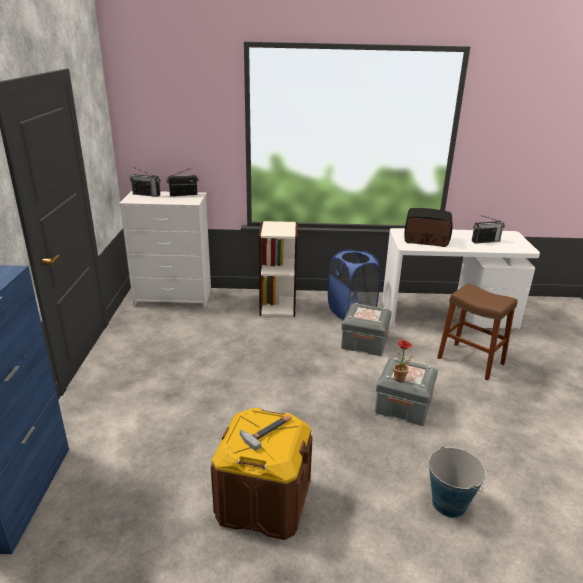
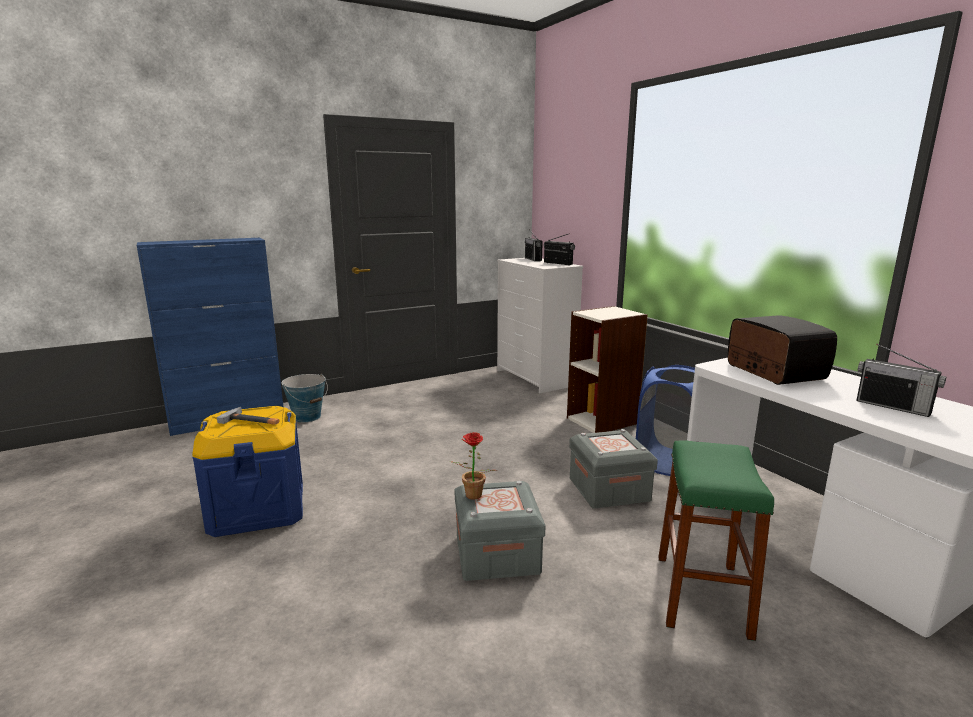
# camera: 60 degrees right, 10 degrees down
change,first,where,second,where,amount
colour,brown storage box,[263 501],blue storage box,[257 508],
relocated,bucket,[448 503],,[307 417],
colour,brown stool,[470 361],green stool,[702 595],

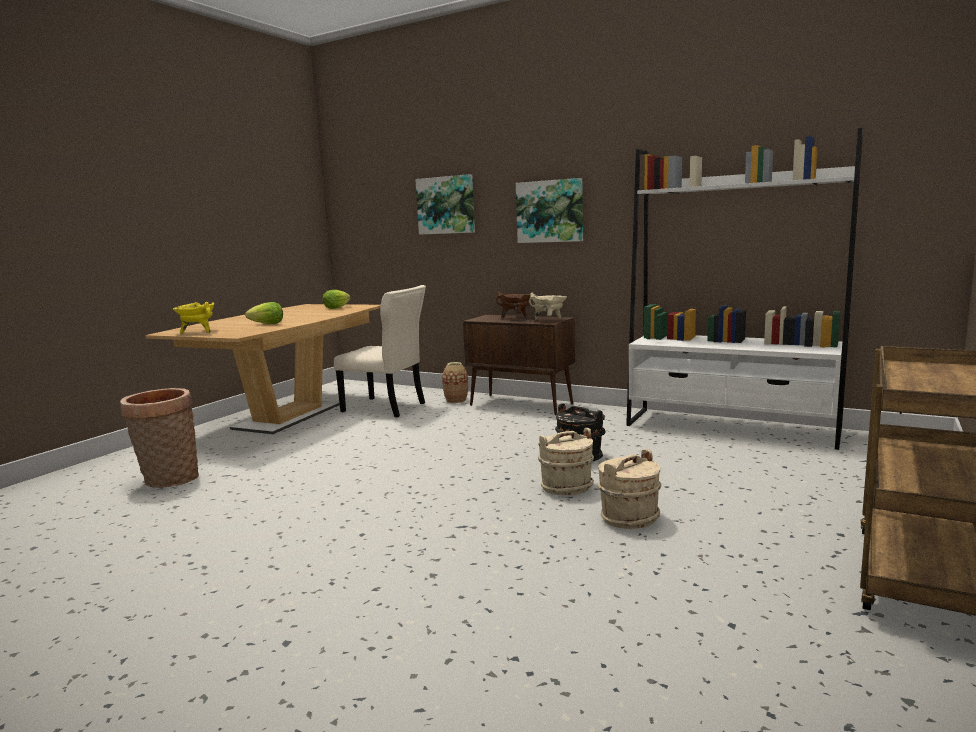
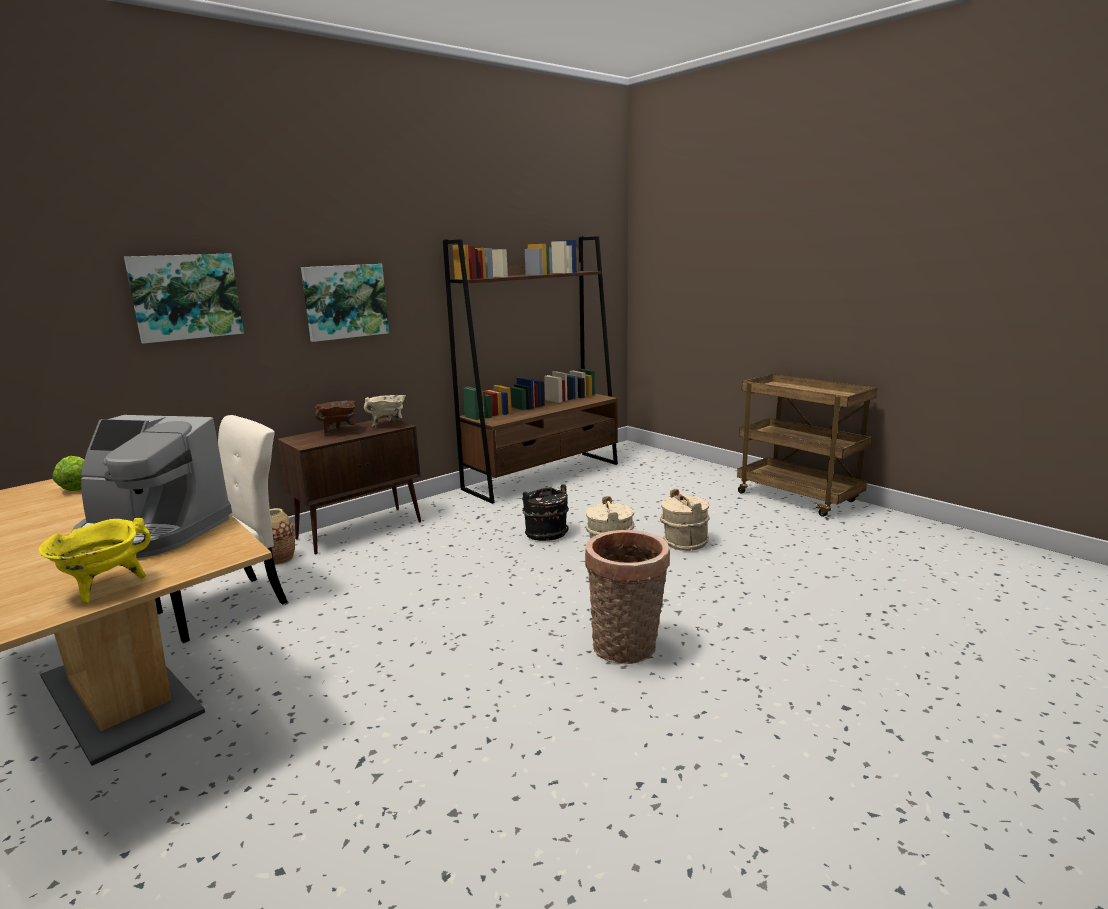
# camera: 70 degrees left, 5 degrees up
change,first,where,second,where,amount
exchanged,lettuce,[267 324],coffee machine,[152 533],
colour,white bookcase,[731 428],brown bookcase,[543 476],
relocated,basket,[168 480],,[627 649],

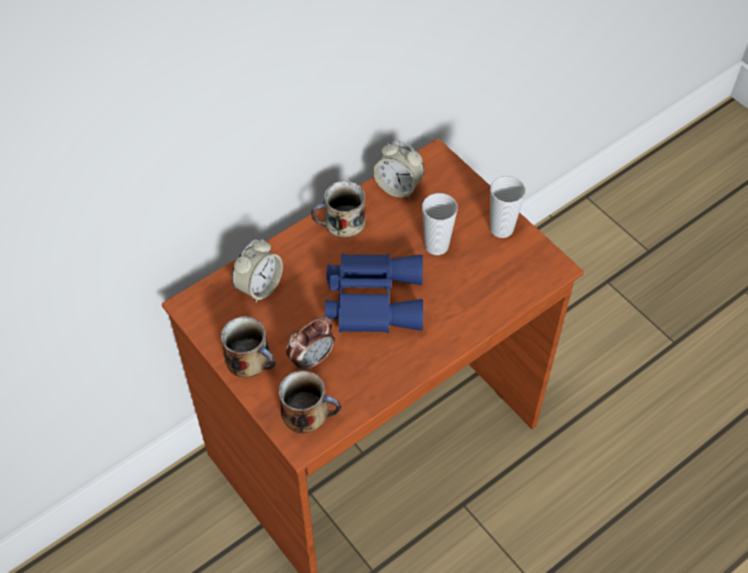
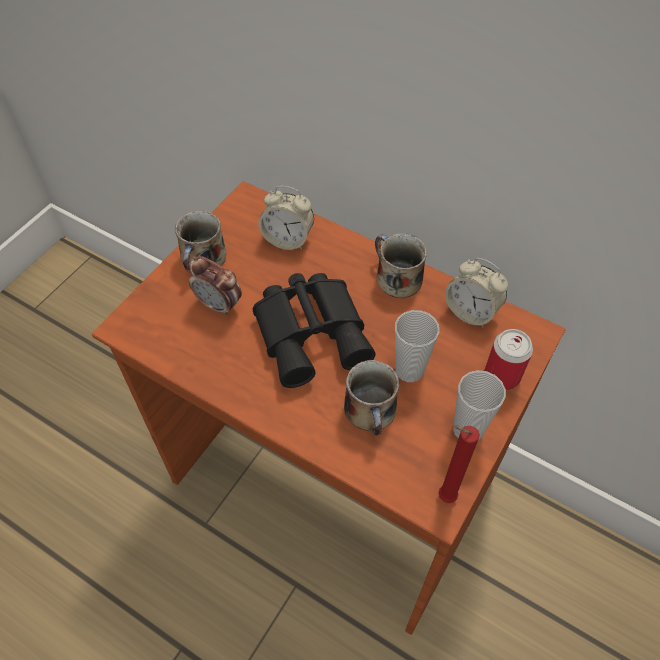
# camera: 70 degrees right, 0 degrees up
change,first,where,second,where,amount
colour,blue binoculars,[373 298],black binoculars,[313 332],
relocated,mug,[308 412],,[371 411],
appeared,,,red candle,[443 496],
spun,alarm clock,[398 187],,[471 311],60 degrees counterclockwise
appeared,,,can,[502 375],

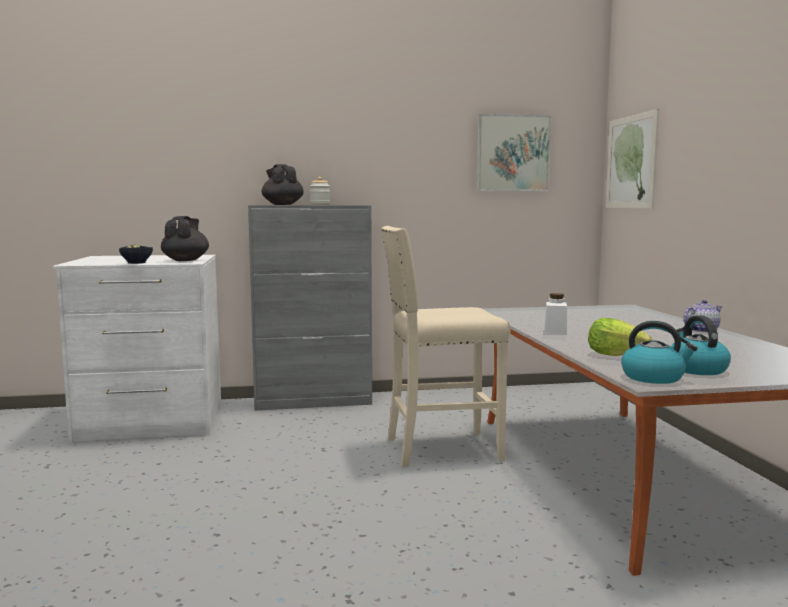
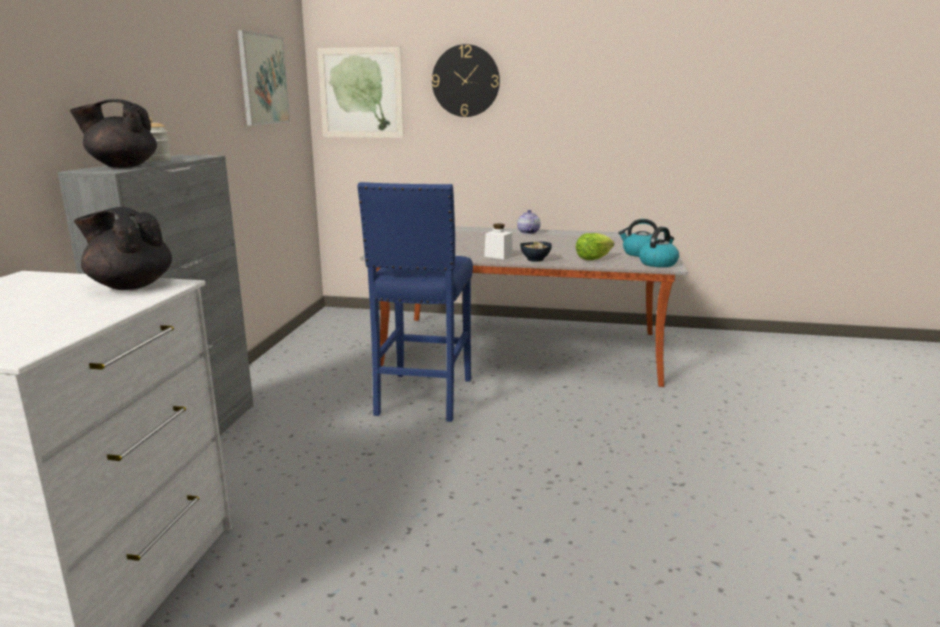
# camera: 70 degrees left, 10 degrees up
change,first,where,second,where,amount
colour,beige stool,[440 449],blue stool,[423 397],
appeared,,,wall clock,[465 81],
relocated,bowl,[136 263],,[536 260],

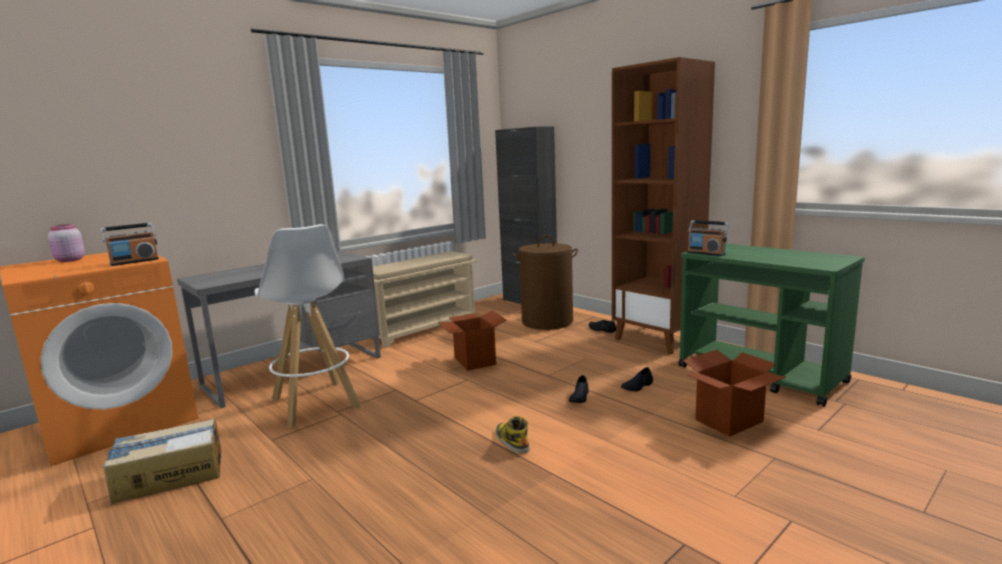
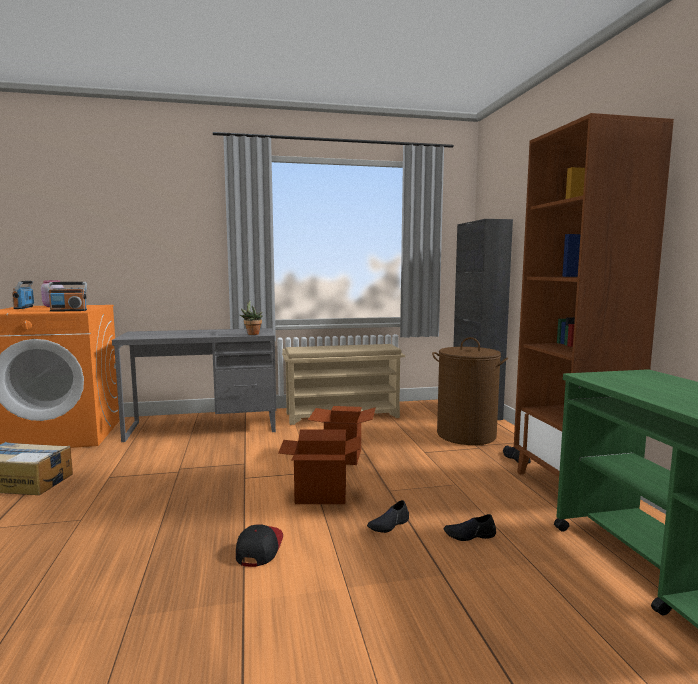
# camera: 30 degrees right, 5 degrees down
change,first,where,second,where,amount
relocated,radio,[706 253],,[24 308],
exchanged,boot,[511 441],cap,[259 548],
appeared,,,potted plant,[252 334],
relocated,cardboard box,[729 421],,[320 495],
missing,white stool,[315 403],,,

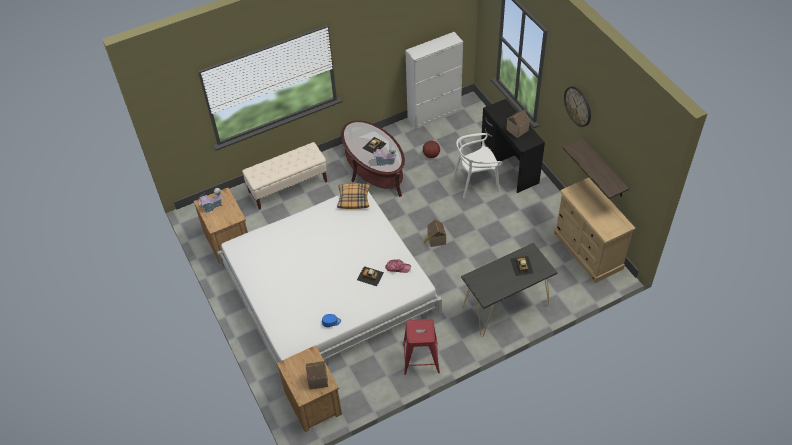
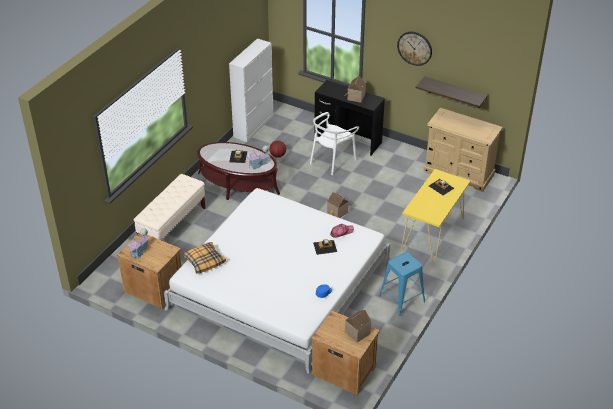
# camera: 35 degrees left, 10 degrees down
change,first,where,second,where,amount
relocated,pillow,[354 199],,[204 261],
colour,red stool,[421 358],blue stool,[401 298],
colour,black console table,[505 306],yellow console table,[432 234],

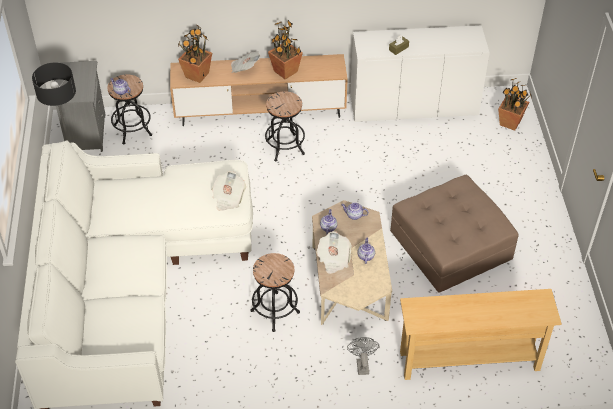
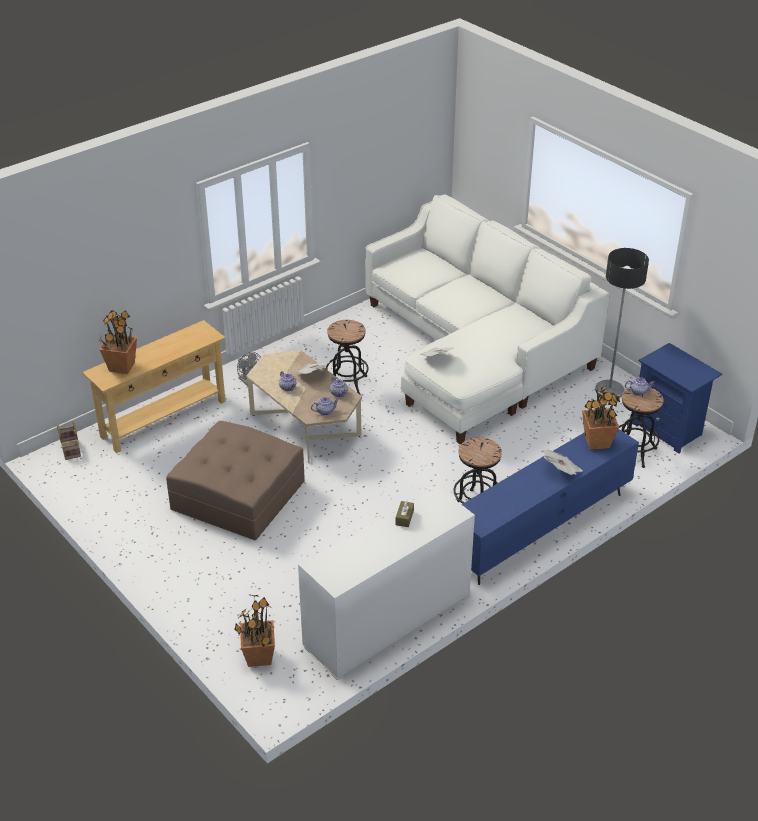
# camera: 145 degrees right, 10 degrees down
change,first,where,second,where,amount
appeared,,,basket,[70 449],
relocated,potted plant,[285 71],,[122 366],
colour,brown tv stand,[260 112],blue tv stand,[540 528],
colour,grey nightstand,[85 133],blue nightstand,[669 430],

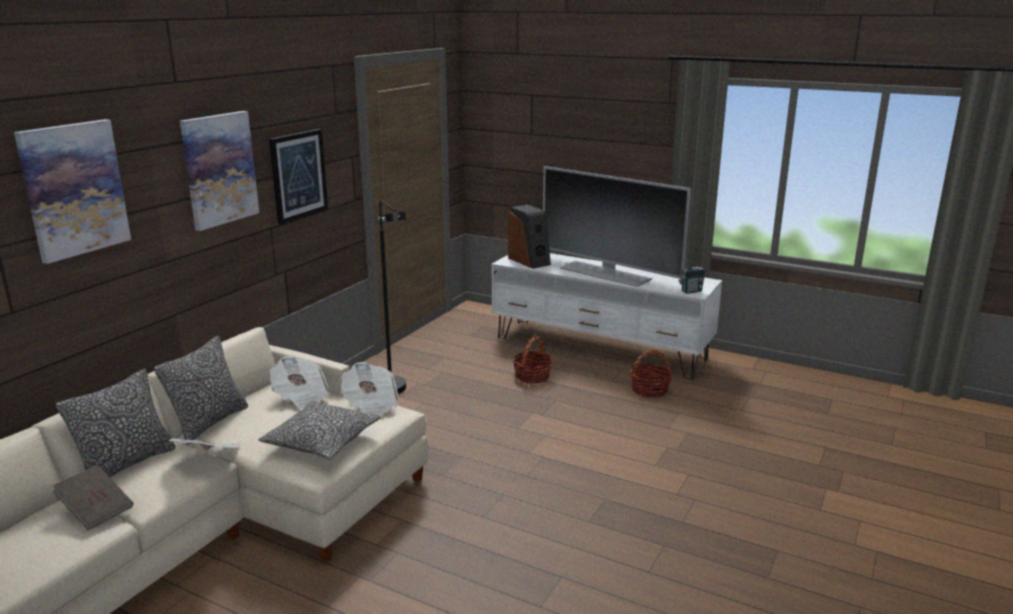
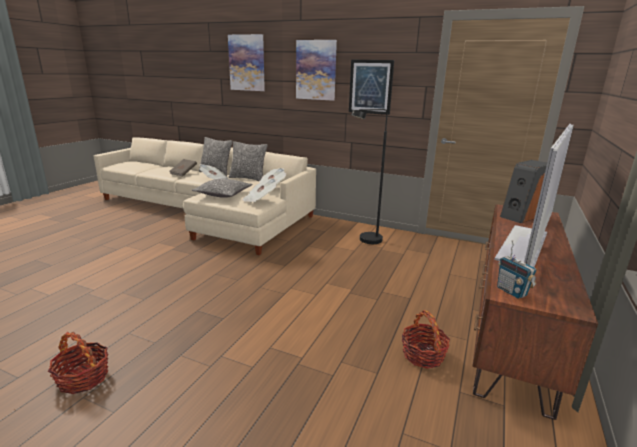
# camera: 85 degrees right, 0 degrees up
change,first,where,second,where,amount
relocated,basket,[532 376],,[83 378],
colour,white tv stand,[600 348],brown tv stand,[511 326],

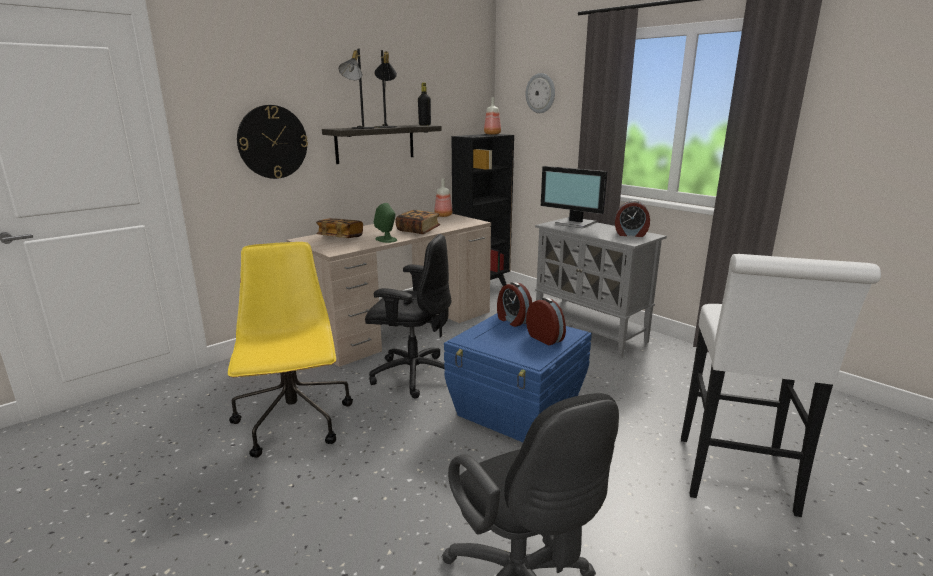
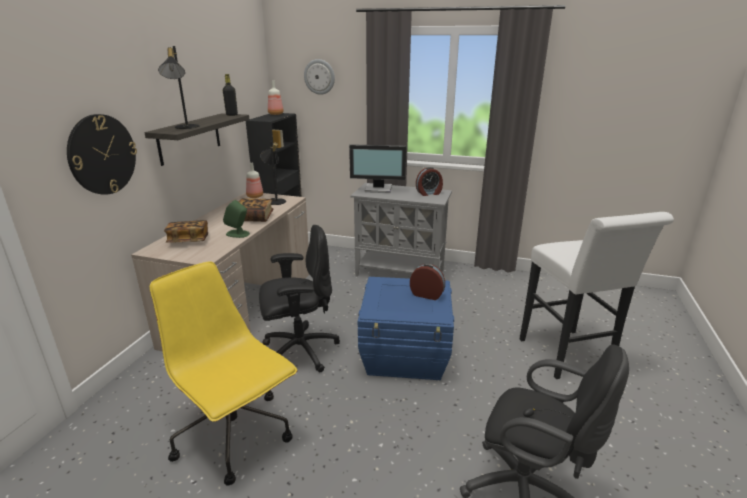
# camera: 30 degrees left, 5 degrees up
change,first,where,second,where,amount
relocated,black table lamp,[386 126],,[275 200],
missing,alarm clock,[512 320],,,

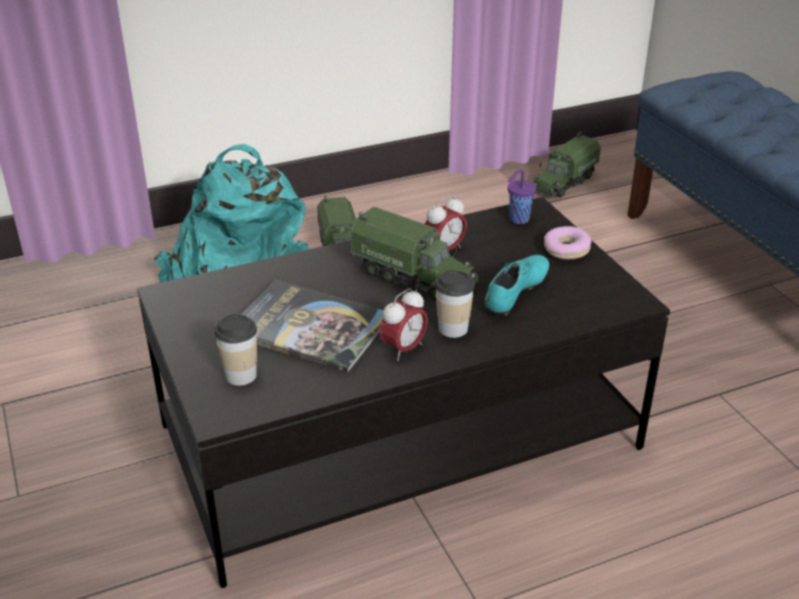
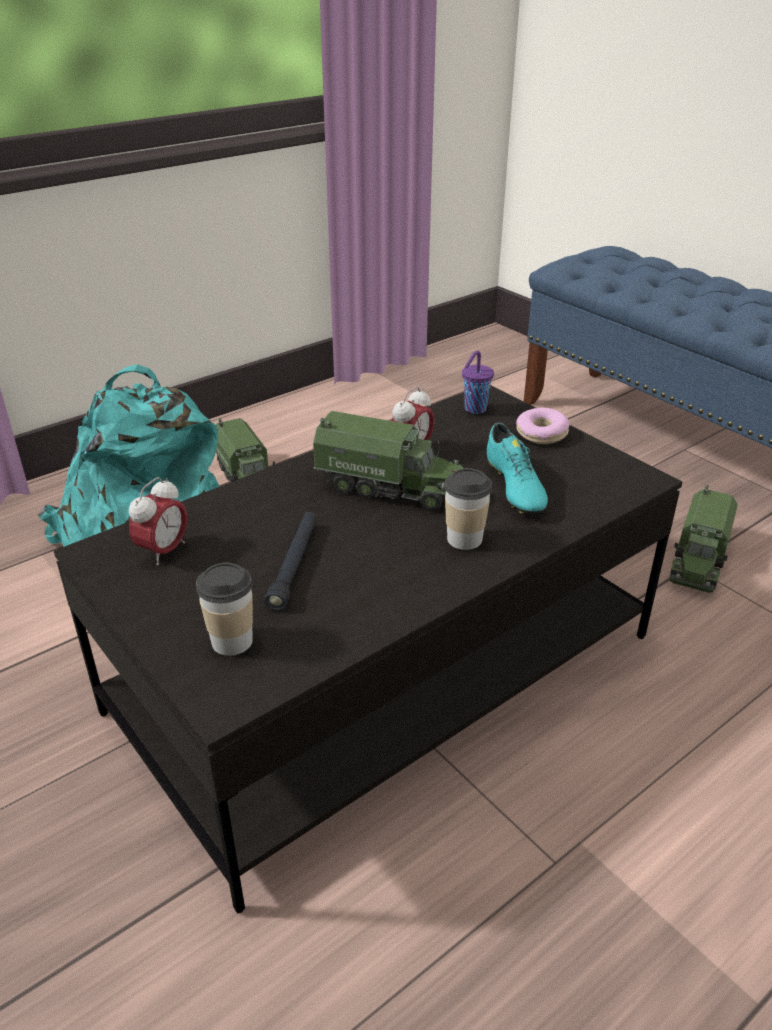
# camera: 15 degrees left, 0 degrees up
change,first,where,second,where,amount
relocated,alarm clock,[403 349],,[164 551],
exchanged,book,[309 327],black flashlight,[294 565],
spun,turquoise shoe,[516 293],,[514 487],150 degrees clockwise
relocated,toy truck,[563 182],,[698 561],

